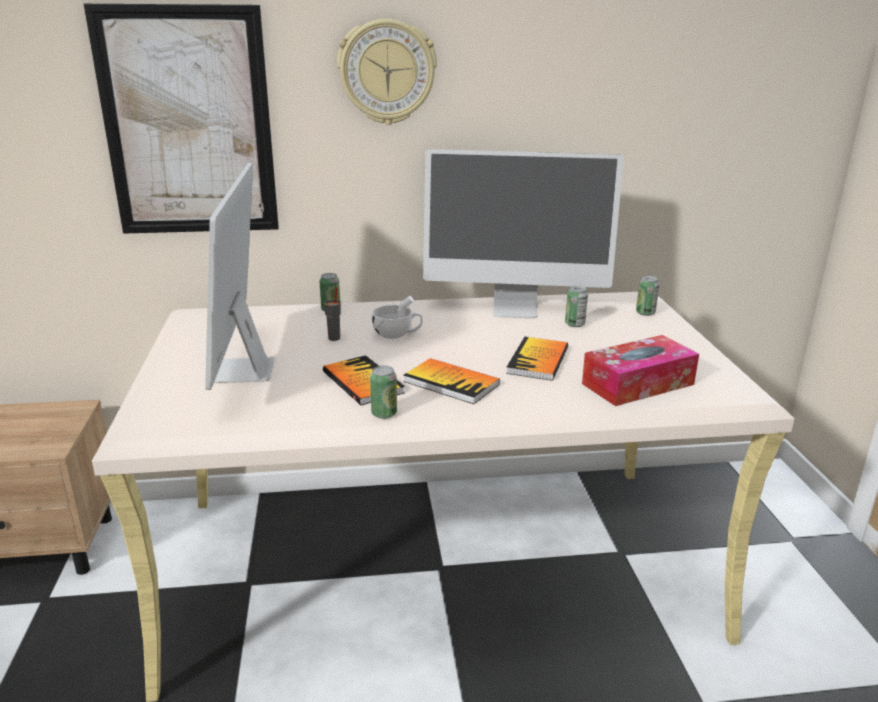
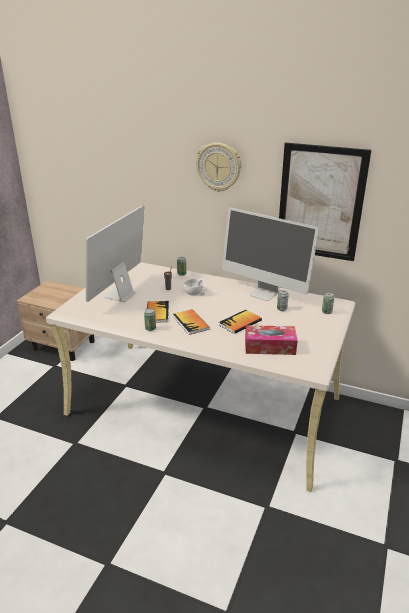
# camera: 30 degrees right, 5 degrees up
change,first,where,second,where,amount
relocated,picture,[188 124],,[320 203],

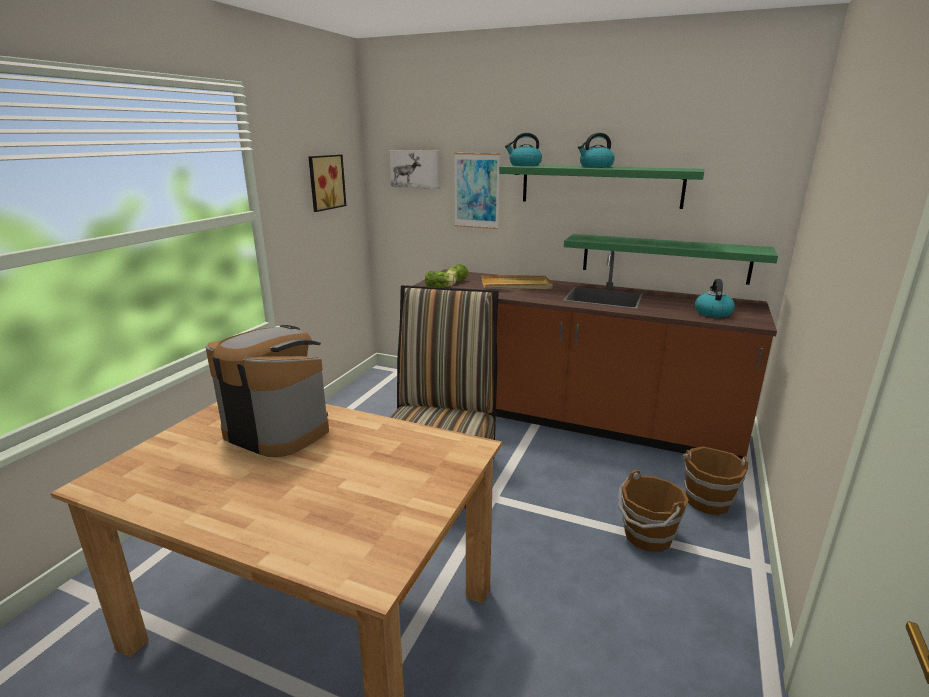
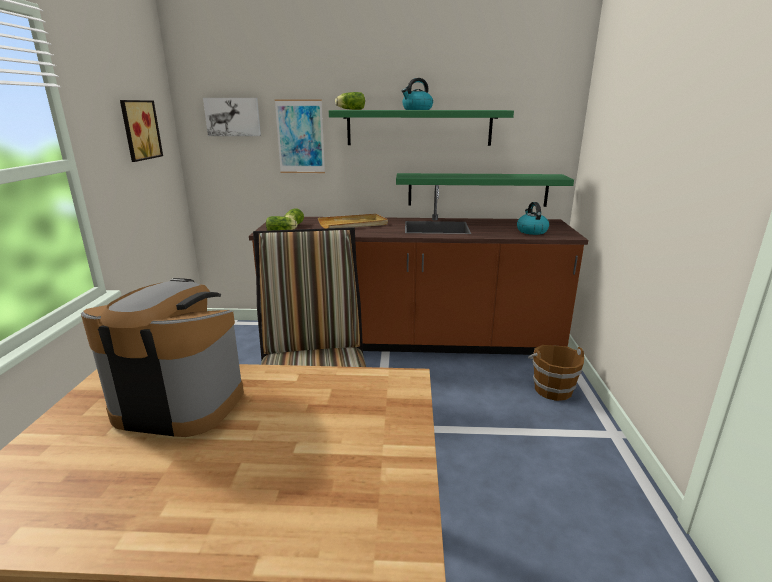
# camera: 20 degrees left, 0 degrees up
change,first,where,second,where,amount
exchanged,kettle,[524 165],lettuce,[350 109],
missing,brown bucket,[647 536],,,

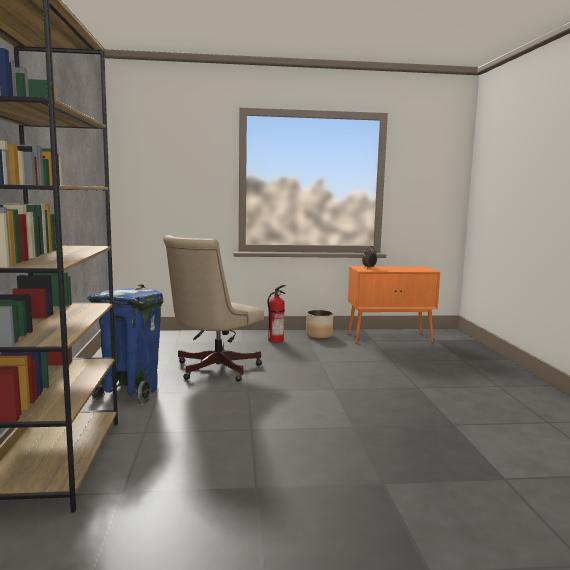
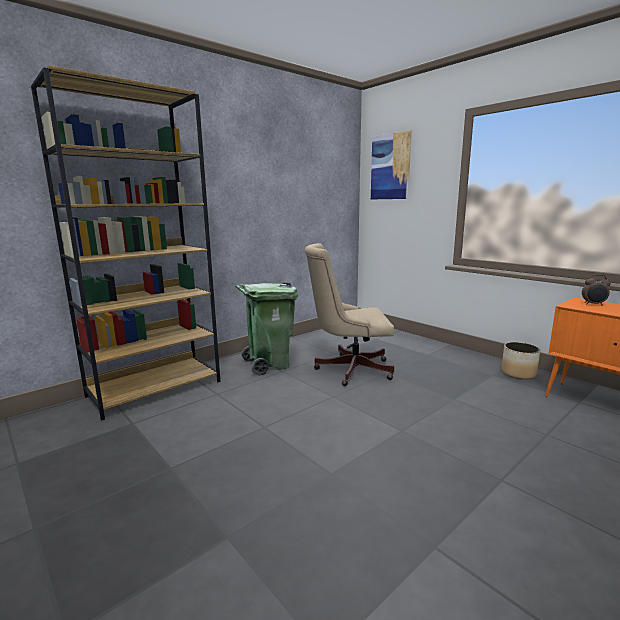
# camera: 55 degrees right, 5 degrees up
change,first,where,second,where,amount
colour,blue trash can,[130 392],green trash can,[269 364],
appeared,,,picture,[390 167],
missing,fire extinguisher,[276 340],,,

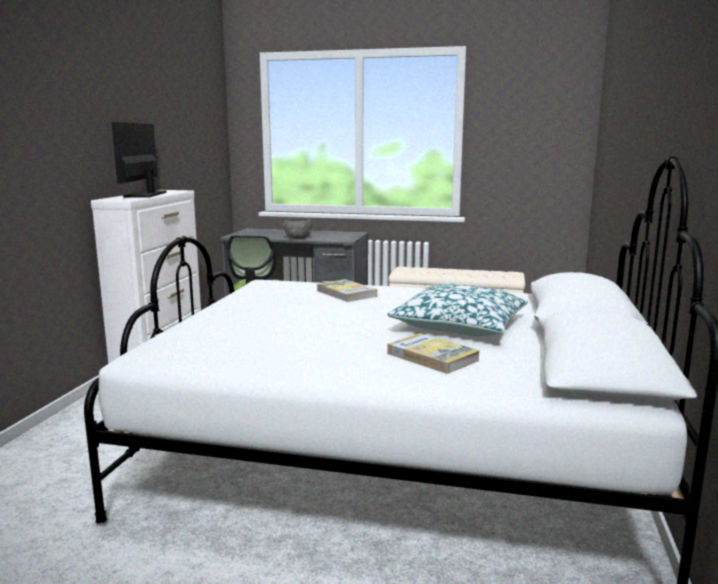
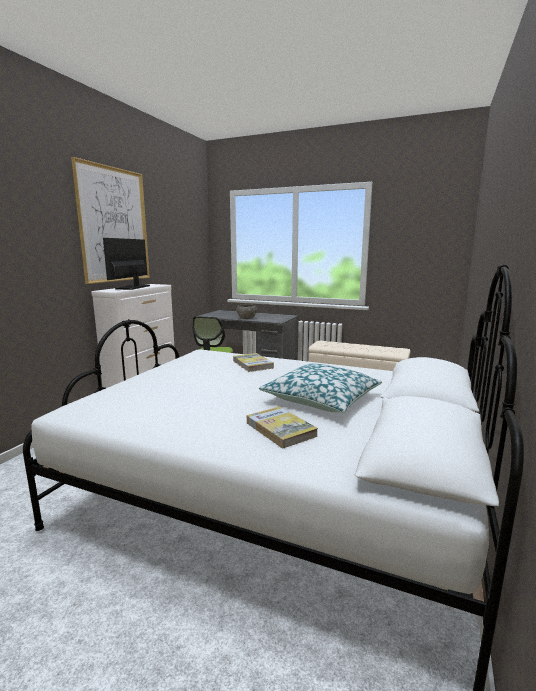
# camera: 10 degrees right, 0 degrees up
change,first,where,second,where,amount
appeared,,,picture,[114 225],

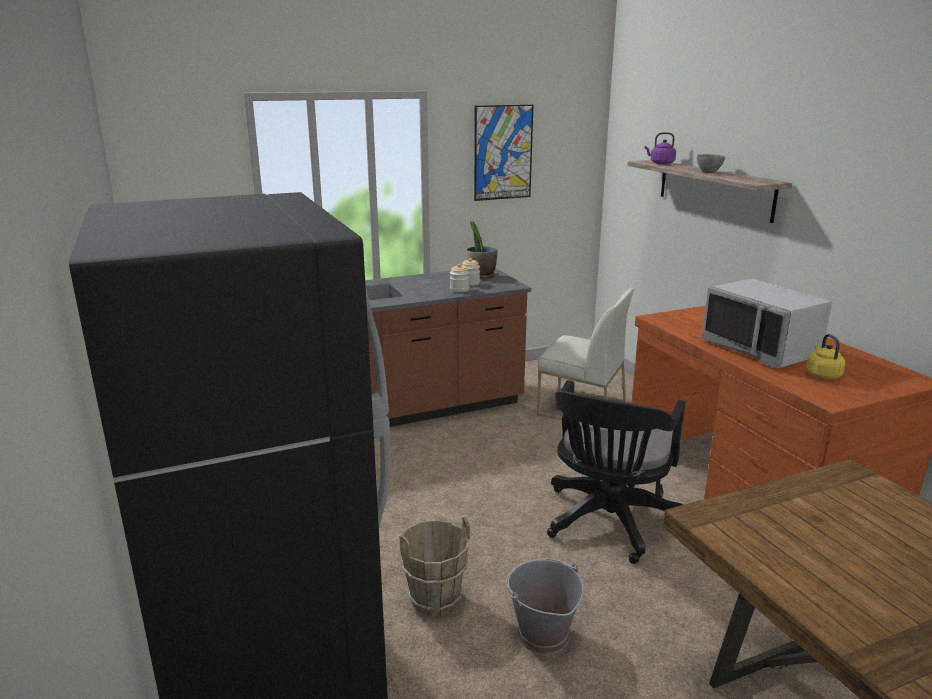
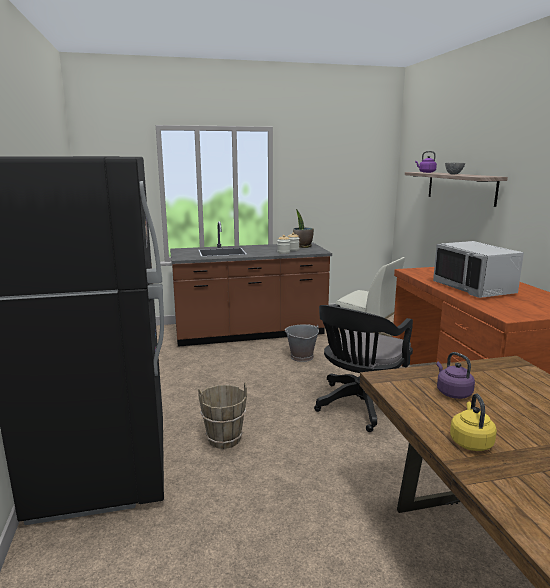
# camera: 10 degrees right, 5 degrees down
change,first,where,second,where,amount
relocated,grey bucket,[542 635],,[301 357],
appeared,,,purple kettle,[452 392],
relocated,yellow kettle,[822 374],,[470 441],
missing,picture,[503 152],,,

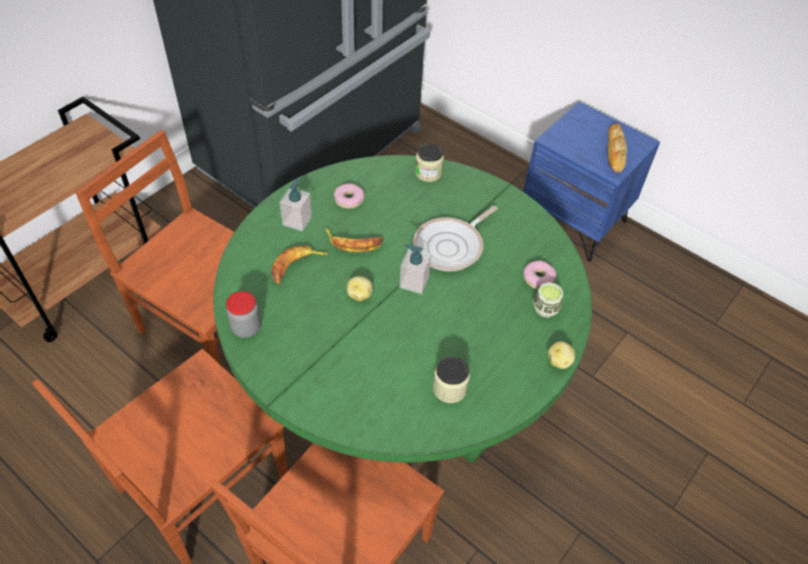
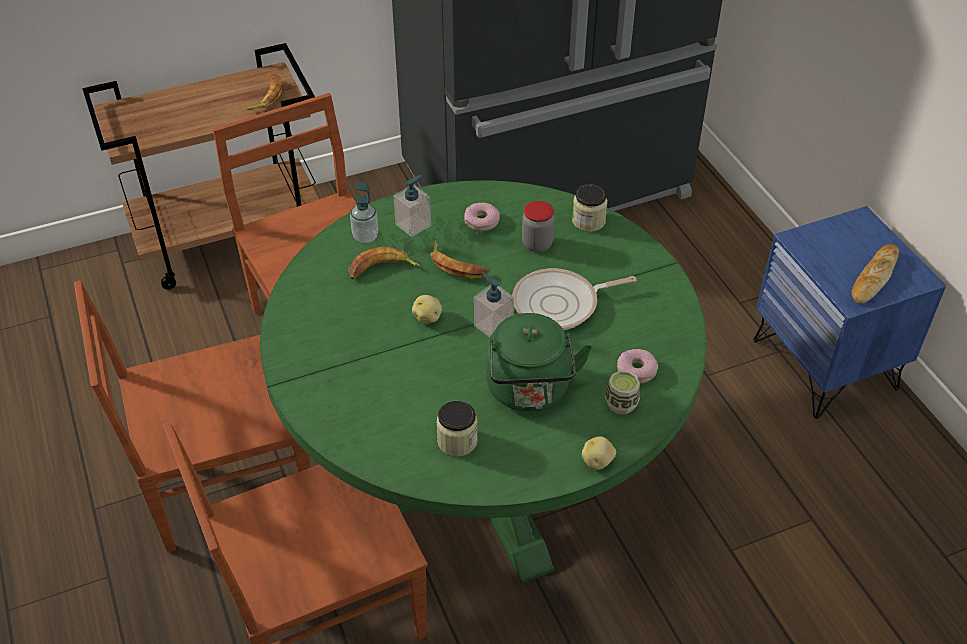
# camera: 30 degrees right, 5 degrees down
change,first,where,second,where,amount
appeared,,,banana,[266 96],
appeared,,,soap dispenser,[365 236],
appeared,,,green kettle,[529 391],
relocated,jar,[246 328],,[537 244],

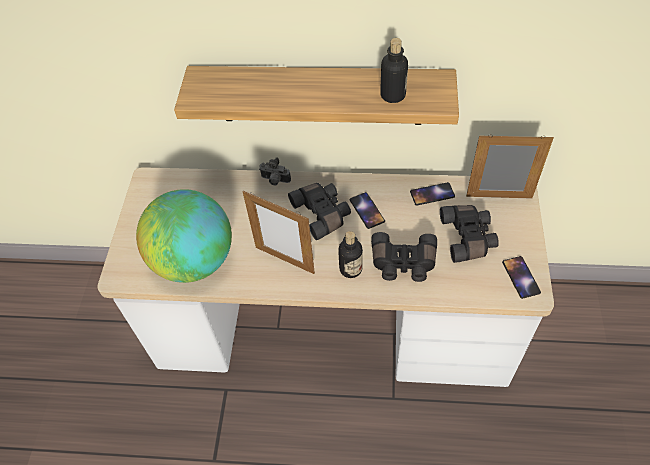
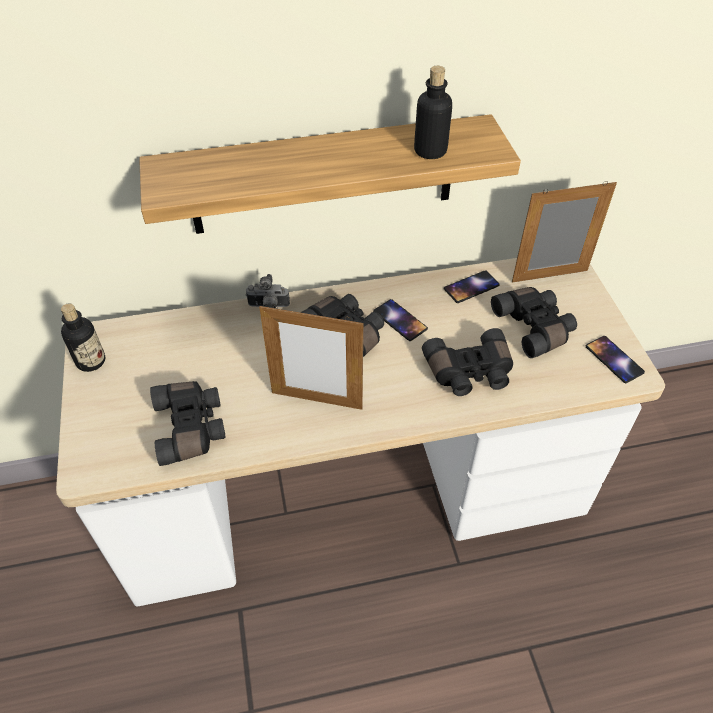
# camera: 20 degrees left, 5 degrees down
change,first,where,second,where,amount
relocated,bottle,[350 269],,[91 361],
exchanged,globe,[194 261],black binoculars,[192 428],

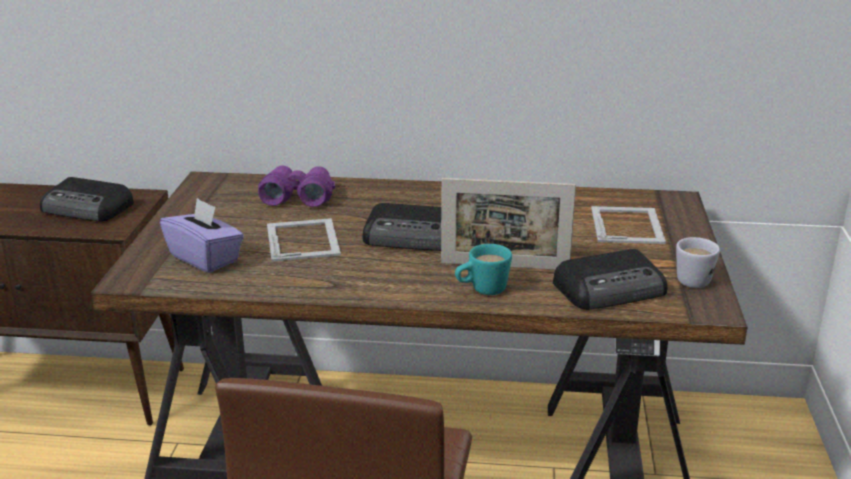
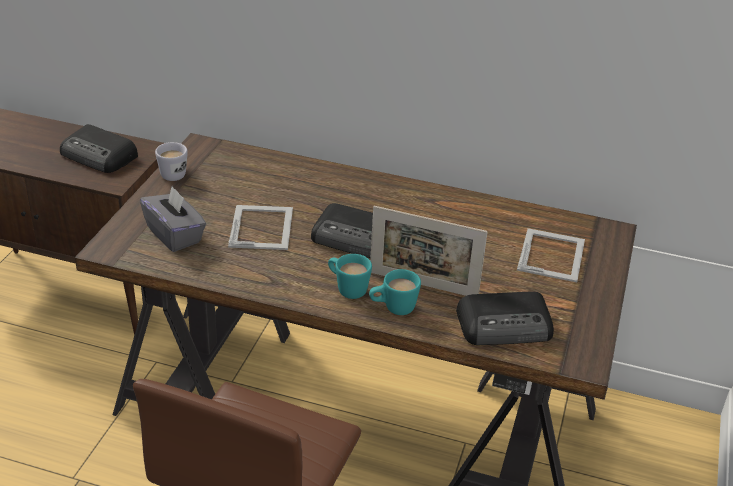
# camera: 10 degrees right, 10 degrees up
change,first,where,second,where,amount
colour,purple tissue box,[205 258],grey tissue box,[175 235],
relocated,white mug,[691 278],,[175 172],
appeared,,,turquoise mug,[347 288],
missing,purple binoculars,[297 197],,,

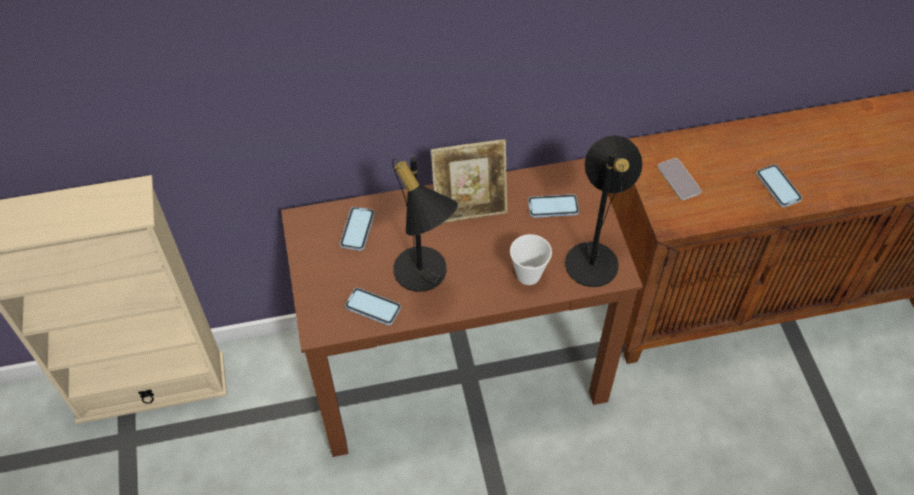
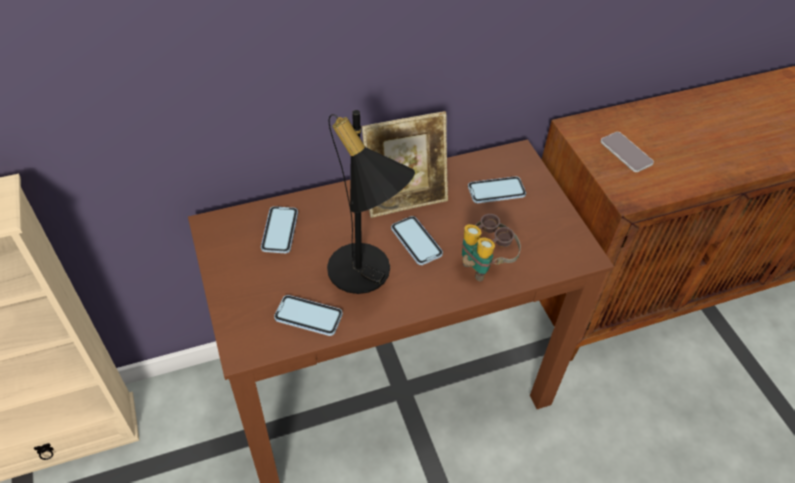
# camera: 10 degrees left, 5 degrees down
change,first,where,second,where,amount
relocated,phone,[778 187],,[416 241],
exchanged,cup,[528 275],binoculars,[484 264],
missing,black table lamp,[594 255],,,

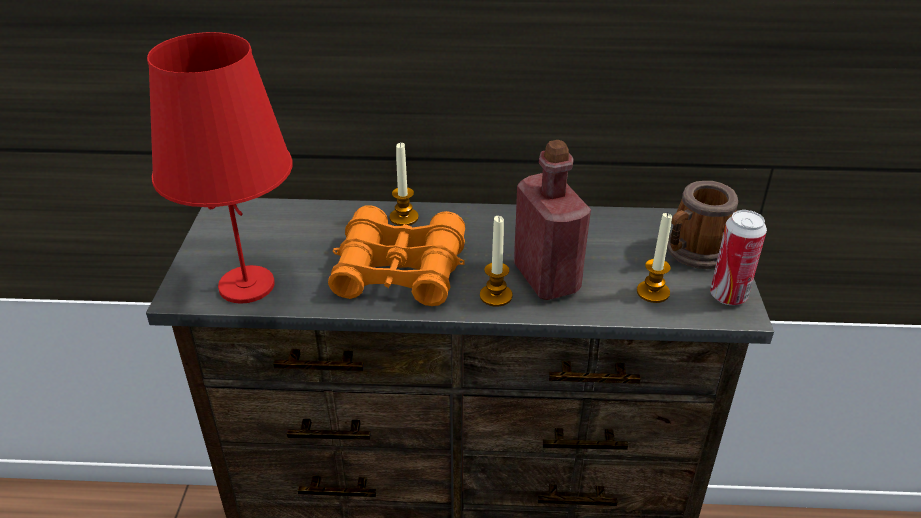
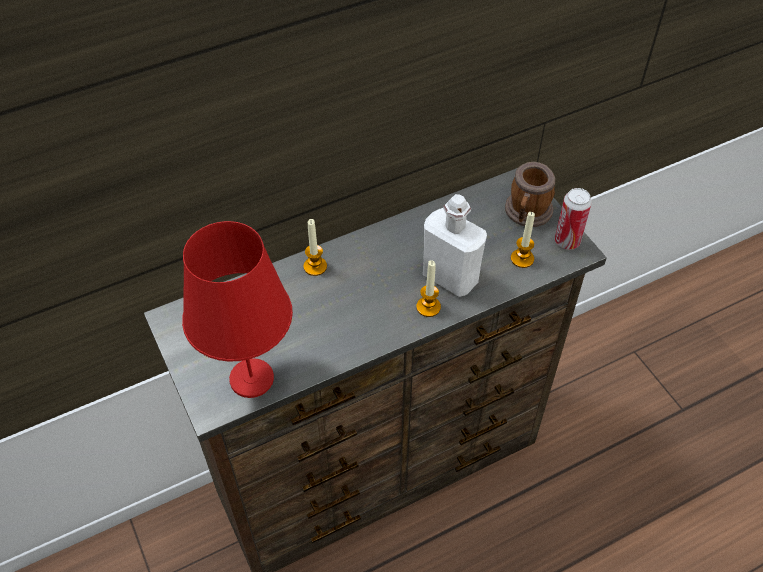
# camera: 30 degrees left, 15 degrees up
change,first,where,second,where,amount
colour,red bottle,[546 278],white bottle,[450 277],
missing,orange binoculars,[399 271],,,

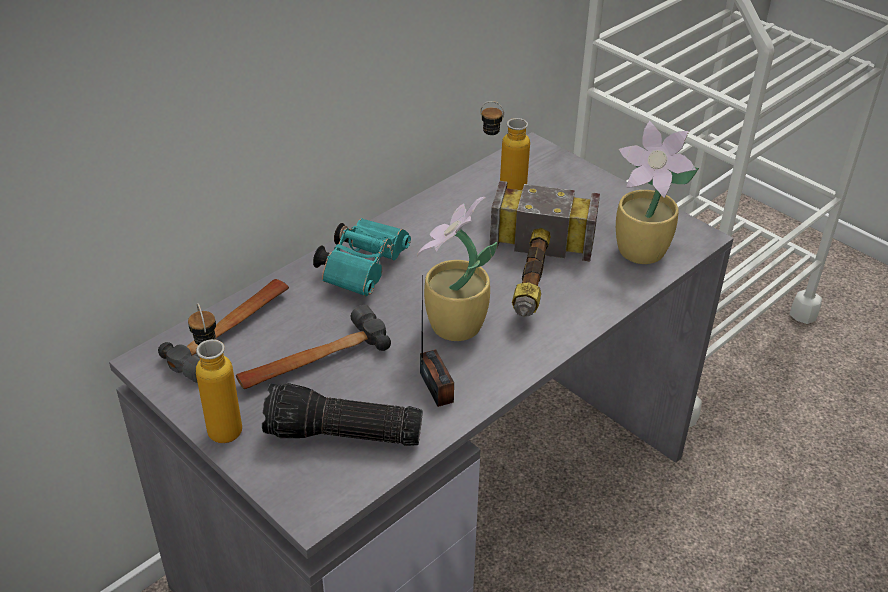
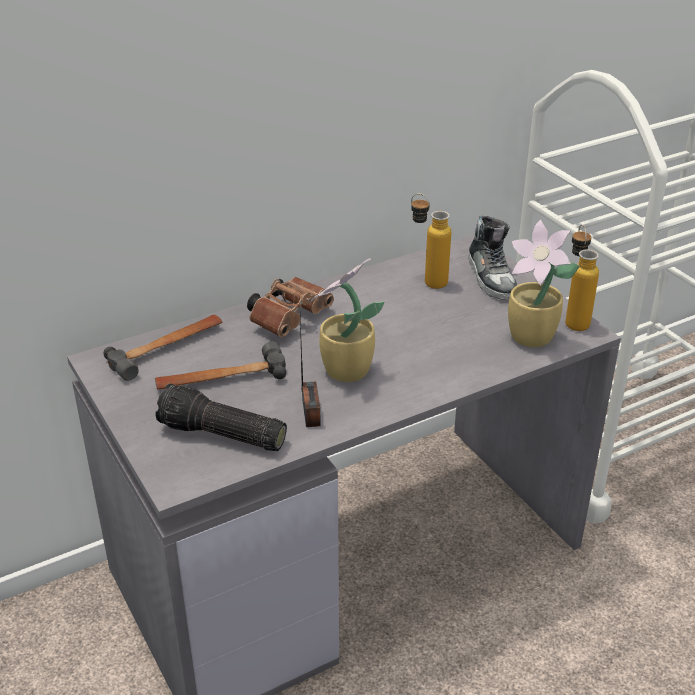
# camera: 15 degrees right, 5 degrees down
change,first,where,second,where,amount
colour,turquoise binoculars,[364 268],brown binoculars,[290 317],
appeared,,,shoe,[491 277],
relocated,bottle,[221 422],,[574 319],
missing,hammer,[534 277],,,

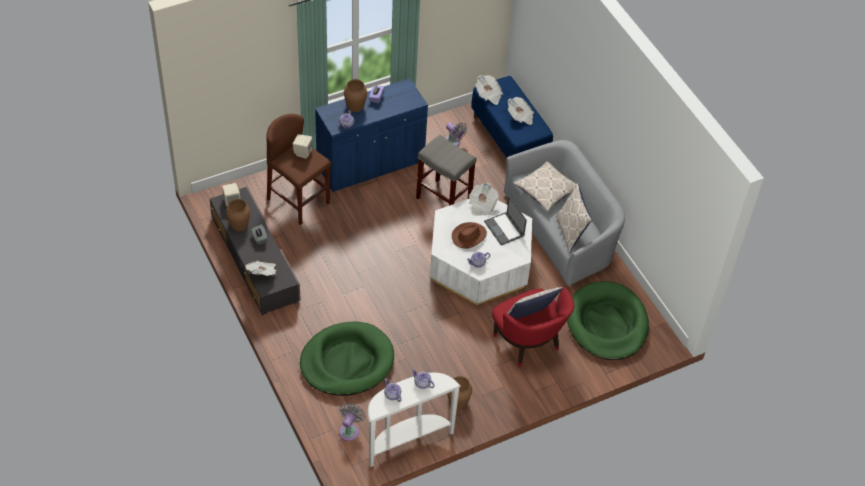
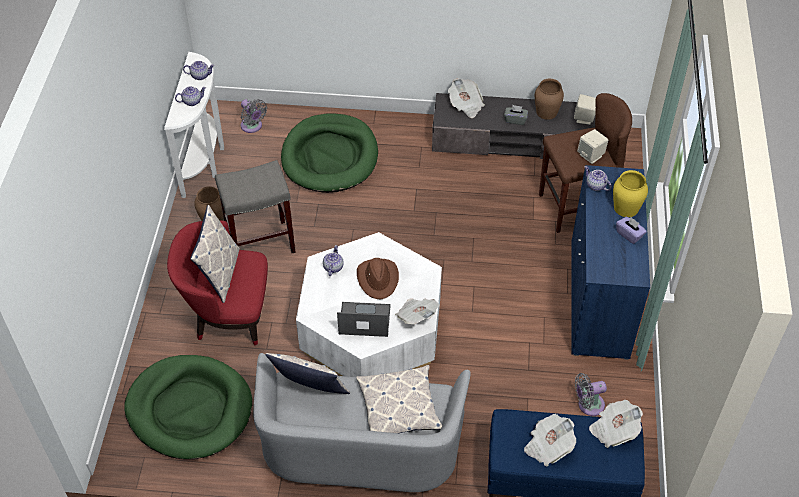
# camera: 125 degrees right, 0 degrees up
change,first,where,second,where,amount
relocated,grey stool,[444 200],,[260 244],
colour,brown vase,[355 105],yellow vase,[626 207],

